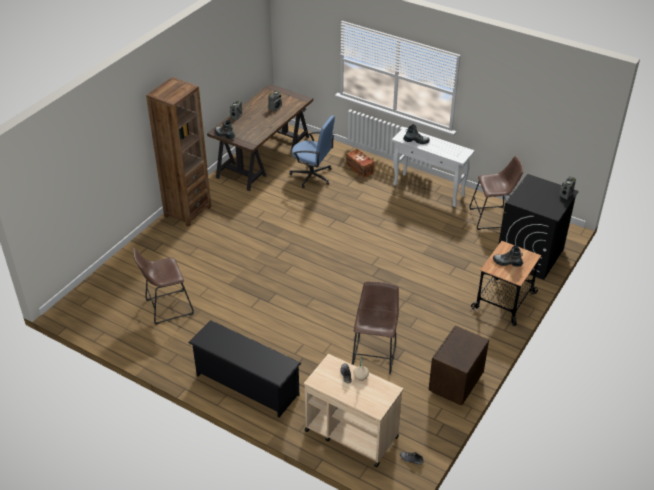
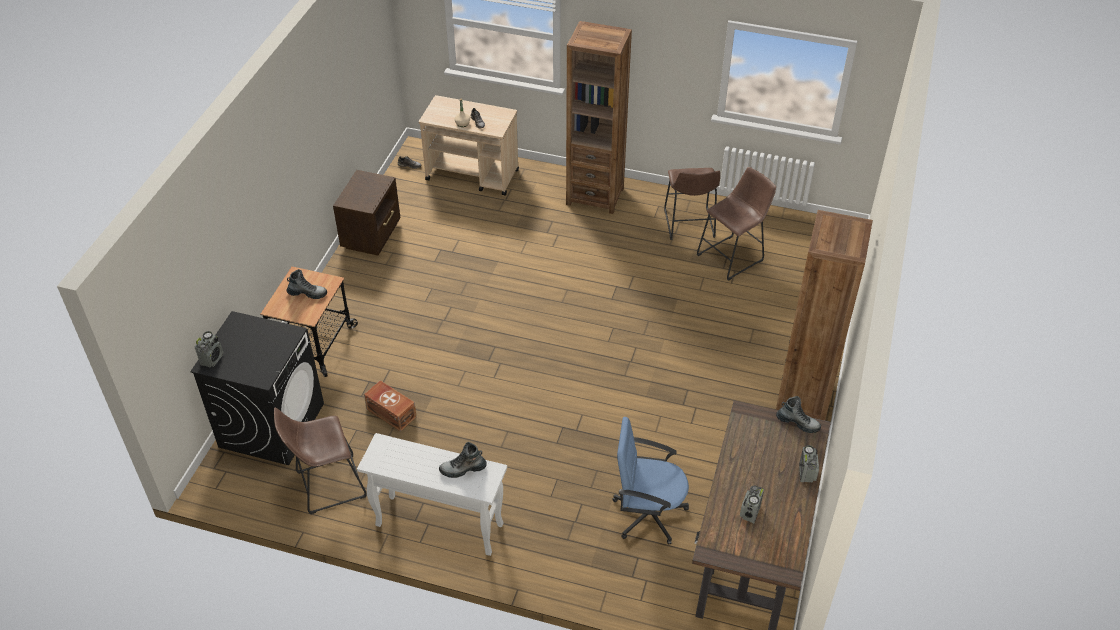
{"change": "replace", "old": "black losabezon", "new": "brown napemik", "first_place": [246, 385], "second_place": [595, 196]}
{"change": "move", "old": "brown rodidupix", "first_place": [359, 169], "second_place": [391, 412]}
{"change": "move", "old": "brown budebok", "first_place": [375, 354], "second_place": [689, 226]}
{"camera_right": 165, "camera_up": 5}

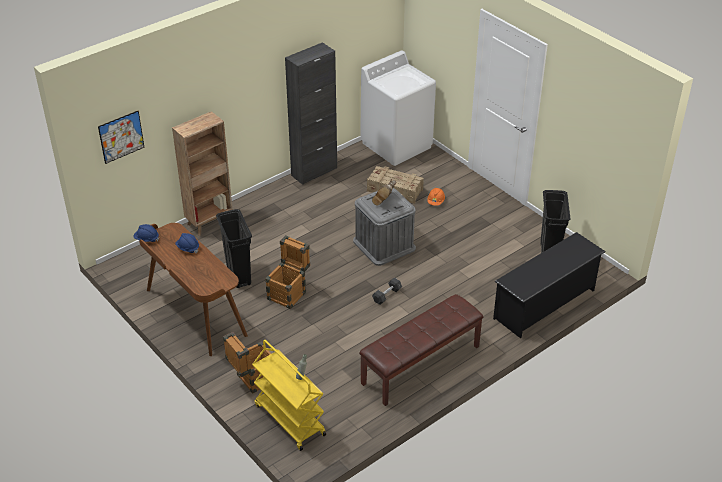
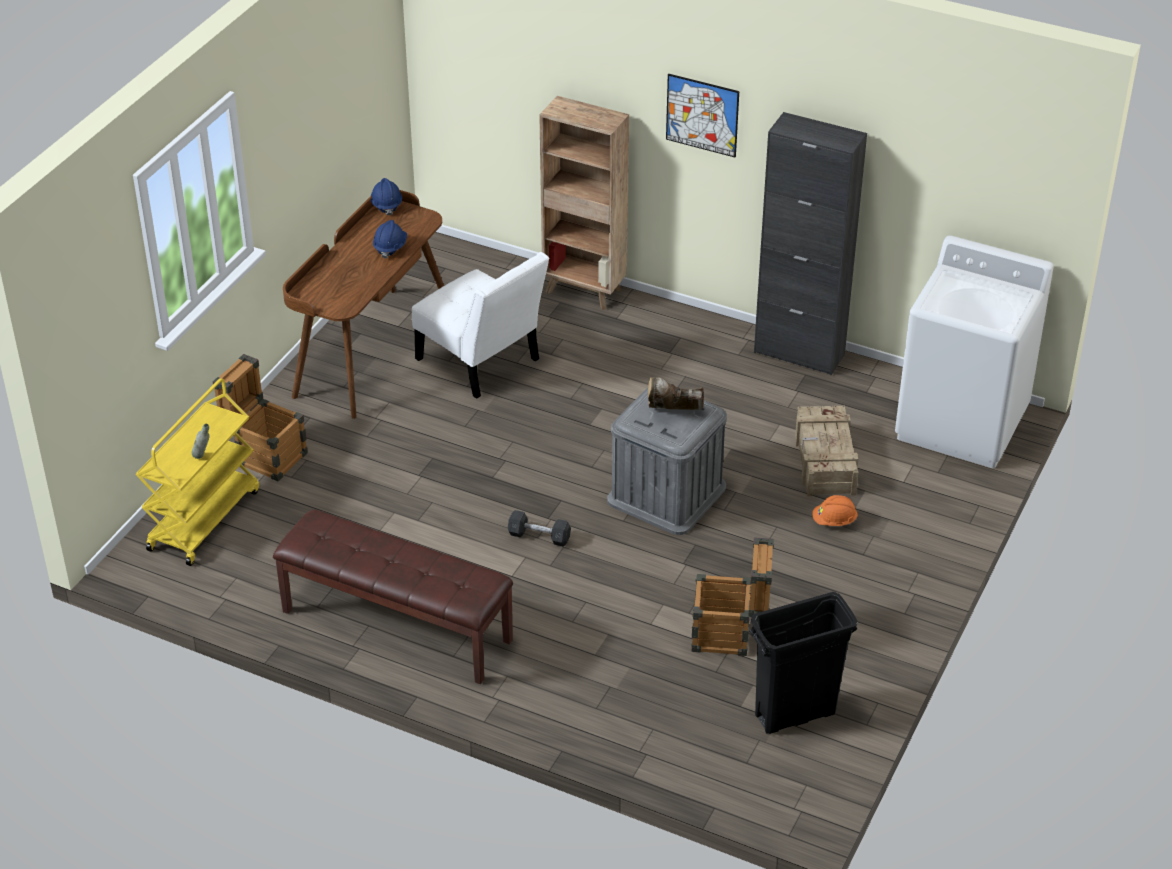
{"change": "move", "old": "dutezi", "first_place": [121, 136], "second_place": [702, 115]}
{"change": "replace", "old": "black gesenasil", "new": "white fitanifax", "first_place": [238, 275], "second_place": [482, 363]}
{"change": "move", "old": "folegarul", "first_place": [289, 293], "second_place": [730, 635]}
{"change": "delete", "old": "black losabezon", "first_place": [545, 304]}
{"camera_right": 65, "camera_up": 0}

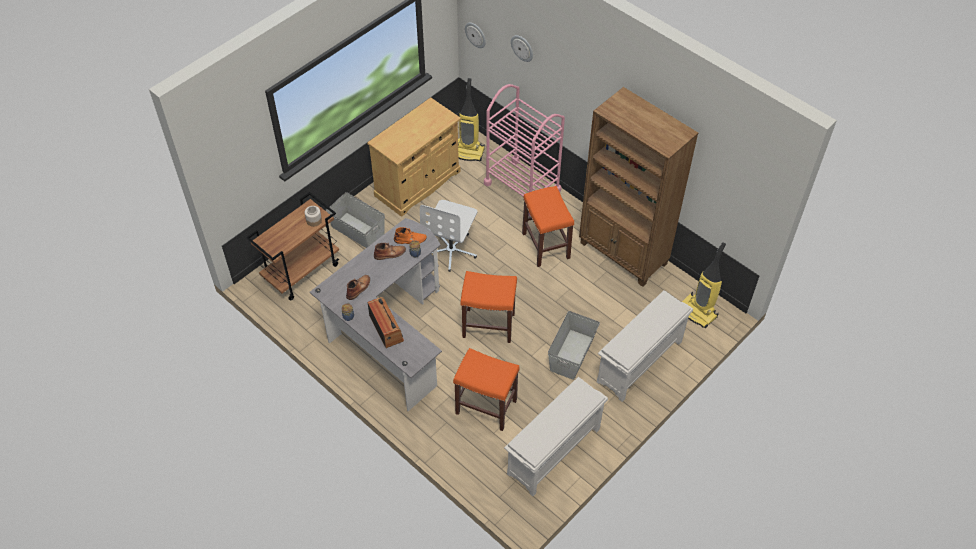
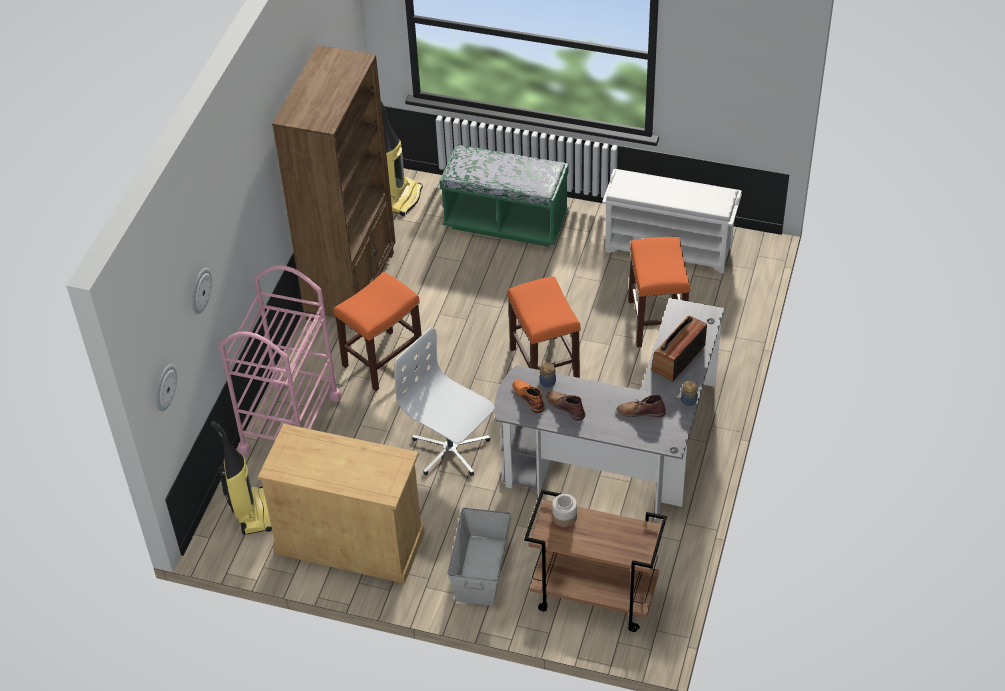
{"change": "rotate", "old": "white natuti", "first_place": [451, 250], "second_place": [450, 450], "degrees": -135}
{"change": "delete", "old": "grey rodidupix", "first_place": [571, 354]}
{"change": "replace", "old": "white losabezon", "new": "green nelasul", "first_place": [639, 363], "second_place": [506, 222]}
{"camera_right": -115, "camera_up": -5}

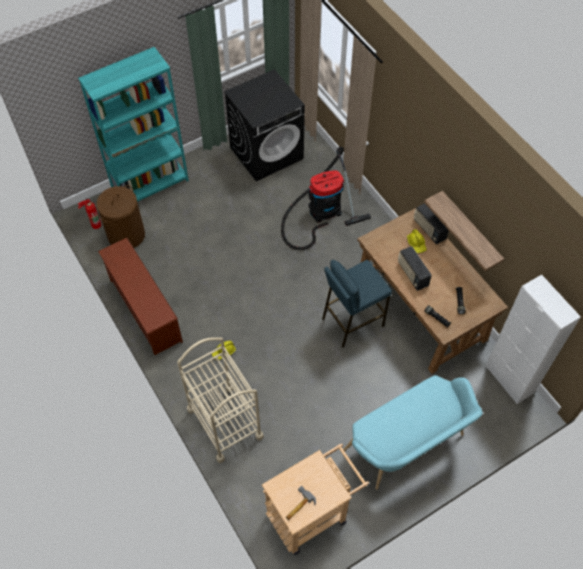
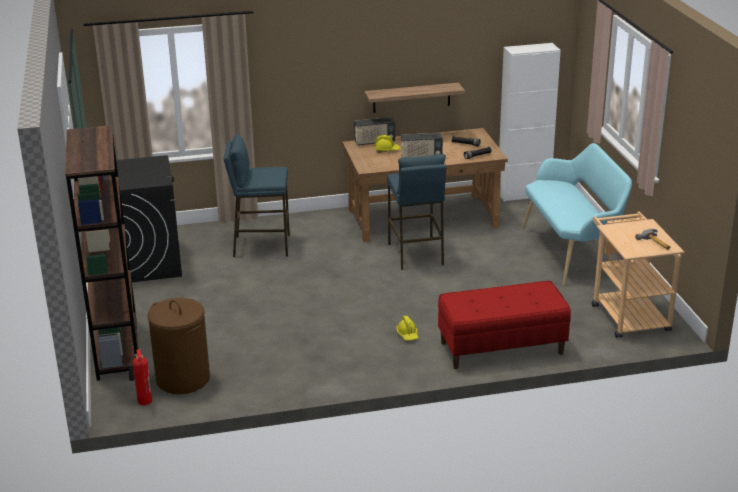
{"change": "recolor", "old": "turquoise napemik", "new": "brown napemik", "first_place": [150, 185], "second_place": [117, 349]}
{"change": "delete", "old": "brown losabezon", "first_place": [144, 310]}
{"change": "replace", "old": "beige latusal", "new": "red nelasul", "first_place": [224, 423], "second_place": [501, 348]}
{"change": "replace", "old": "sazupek", "new": "blue budebok", "first_place": [321, 212], "second_place": [261, 246]}
{"camera_right": -70, "camera_up": -30}

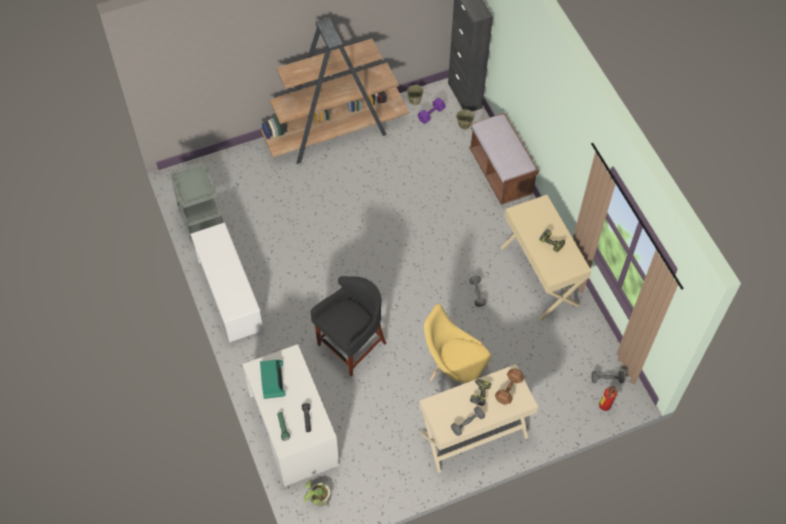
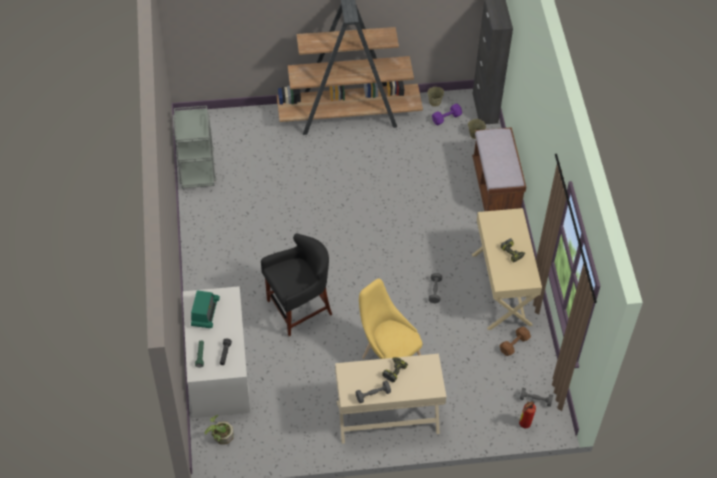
{"change": "delete", "old": "white losabezon", "first_place": [230, 295]}
{"change": "move", "old": "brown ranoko", "first_place": [508, 390], "second_place": [513, 345]}
{"camera_right": 15, "camera_up": -5}

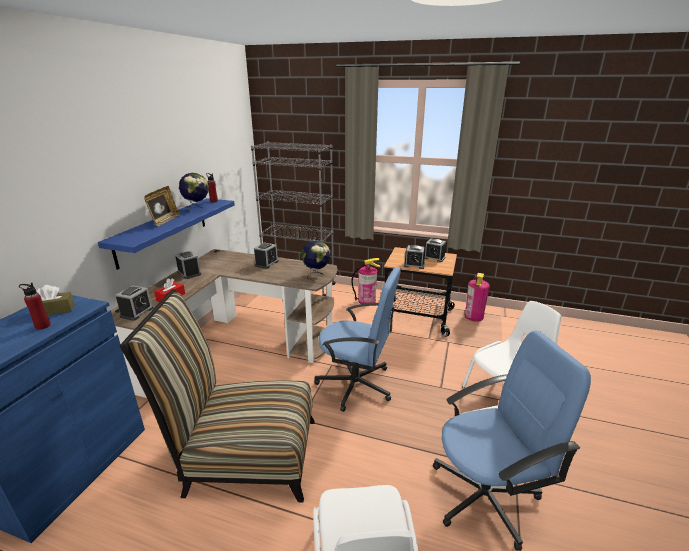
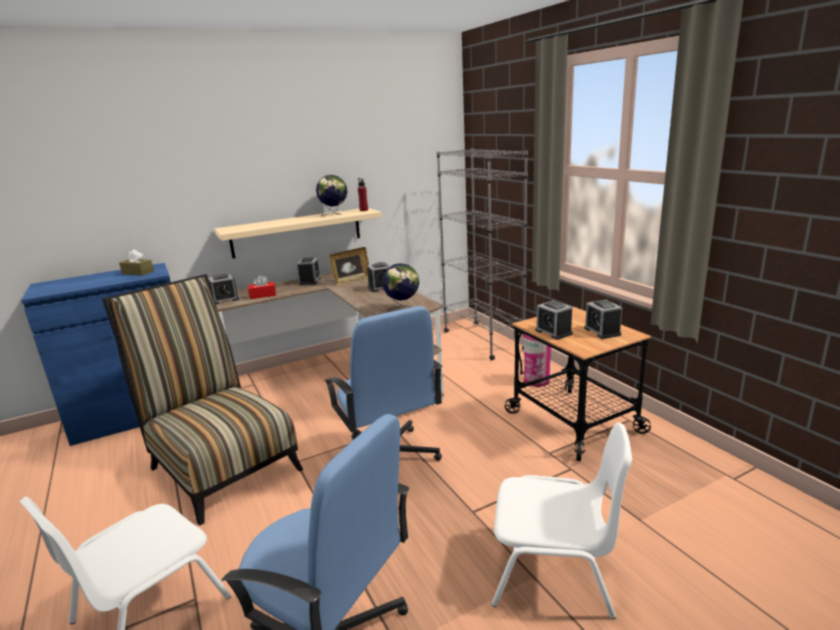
{"change": "delete", "old": "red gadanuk", "first_place": [43, 326]}
{"change": "recolor", "old": "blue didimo", "new": "beige didimo", "first_place": [163, 230], "second_place": [297, 232]}
{"change": "move", "old": "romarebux", "first_place": [164, 221], "second_place": [352, 281]}
{"change": "delete", "old": "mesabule", "first_place": [474, 316]}
{"camera_right": 45, "camera_up": -5}

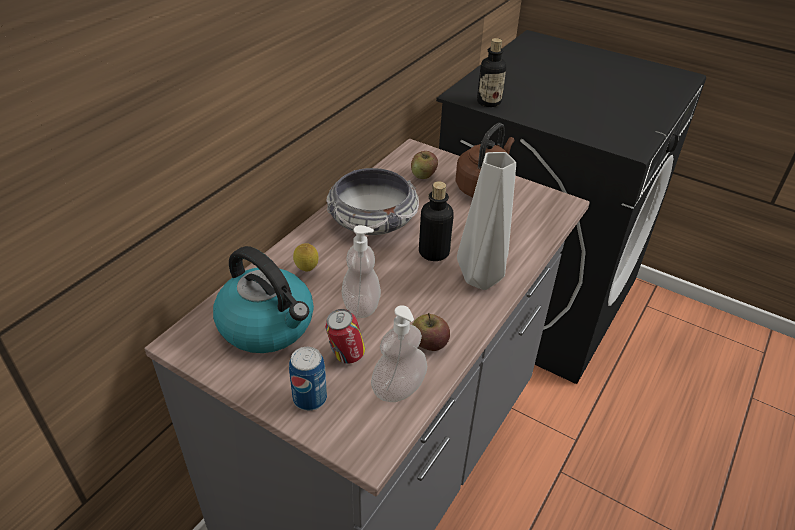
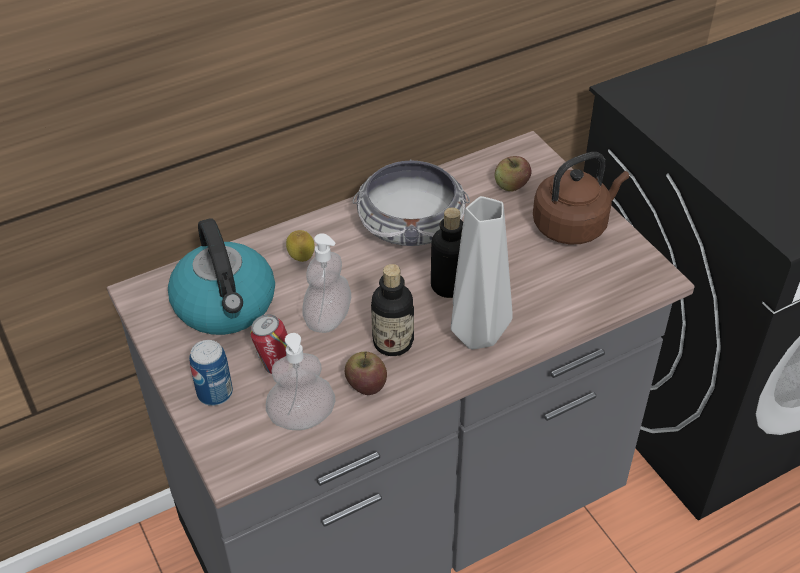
{"change": "move", "old": "gadanuk", "first_place": [488, 102], "second_place": [393, 343]}
{"camera_right": 30, "camera_up": 5}

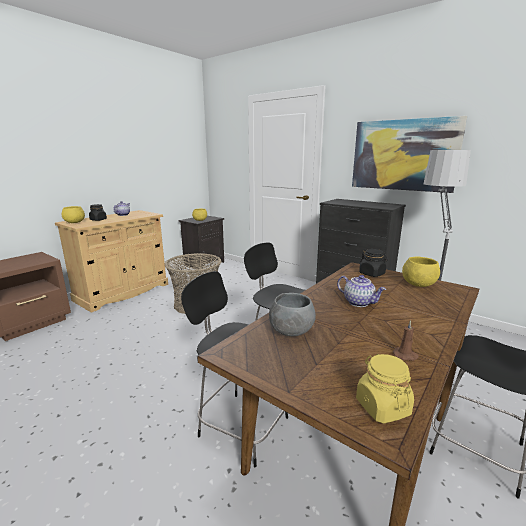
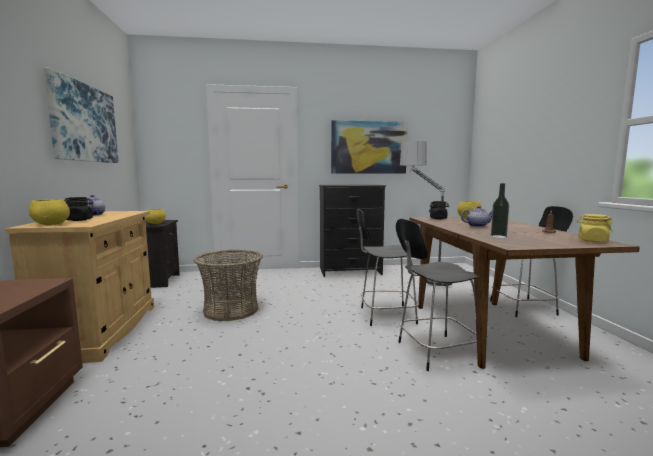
{"change": "replace", "old": "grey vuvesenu", "new": "gadanuk", "first_place": [291, 331], "second_place": [498, 236]}
{"change": "insert", "new": "dutezi", "second_place": [84, 123]}
{"camera_right": -45, "camera_up": -10}

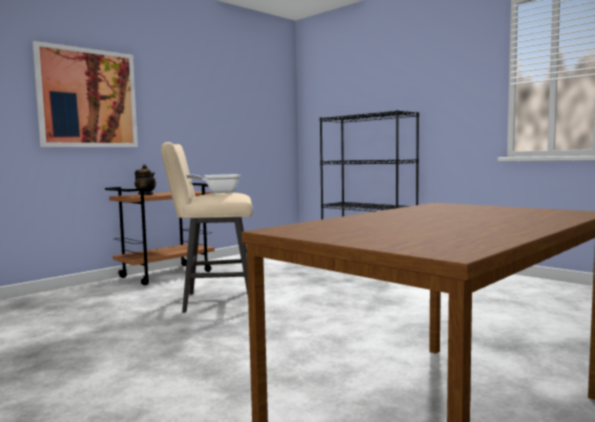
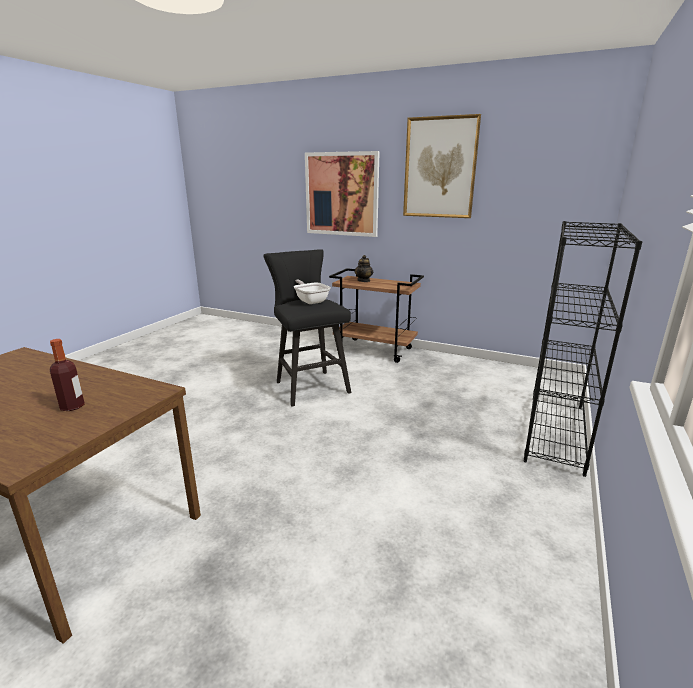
{"change": "recolor", "old": "beige budebok", "new": "black budebok", "first_place": [213, 301], "second_place": [309, 385]}
{"change": "insert", "new": "gadanuk", "second_place": [72, 406]}
{"change": "insert", "new": "dutezi", "second_place": [440, 168]}
{"camera_right": 70, "camera_up": 15}

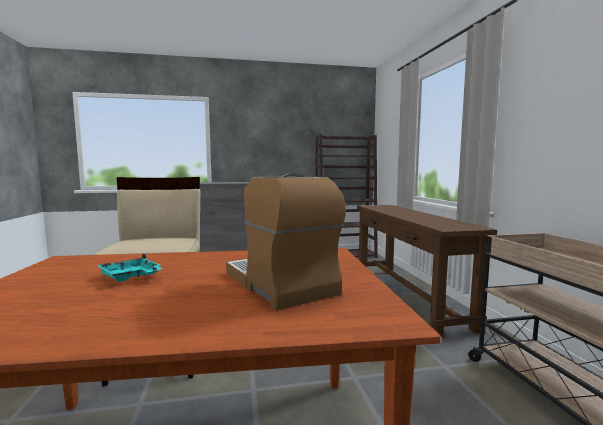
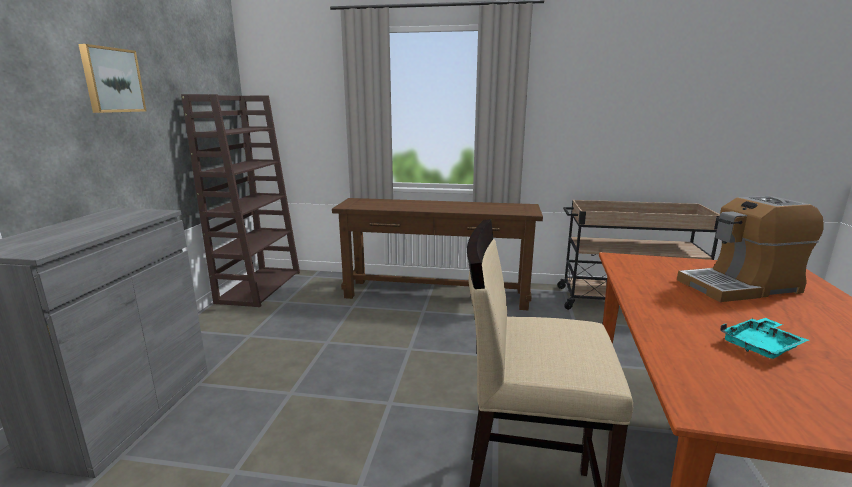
{"change": "insert", "new": "dutezi", "second_place": [111, 80]}
{"camera_right": -70, "camera_up": 10}

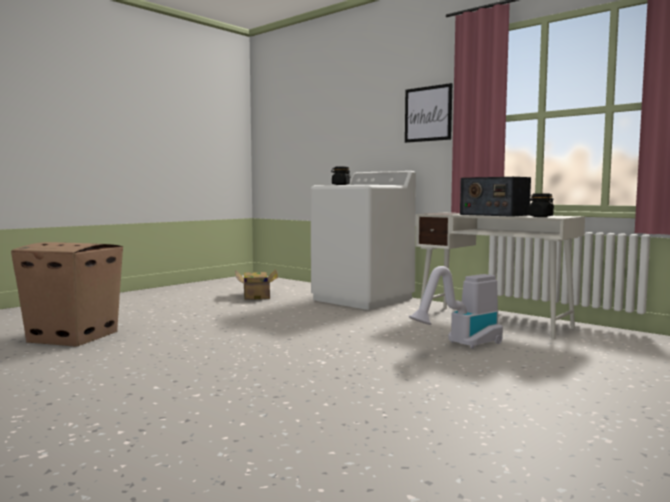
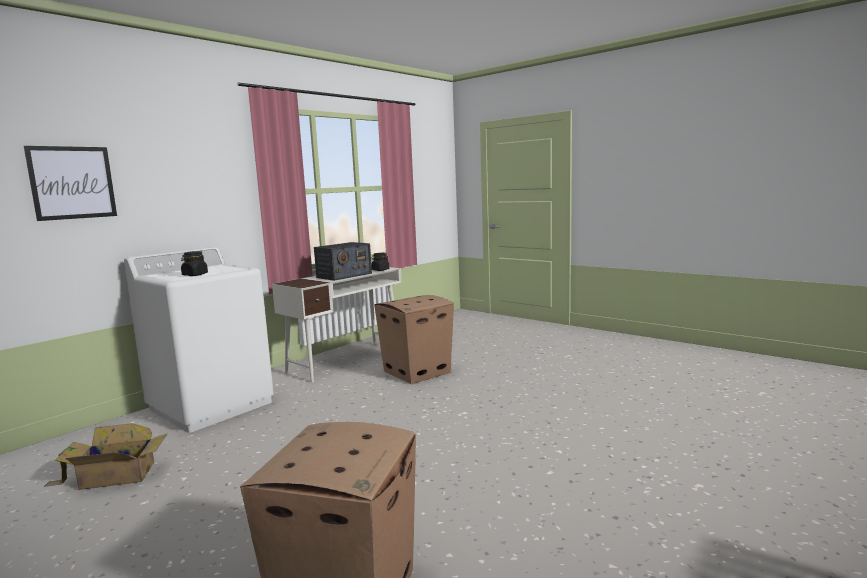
{"change": "move", "old": "dutezi", "first_place": [428, 114], "second_place": [72, 182]}
{"change": "replace", "old": "sazupek", "new": "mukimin", "first_place": [461, 346], "second_place": [418, 372]}
{"camera_right": -90, "camera_up": 5}

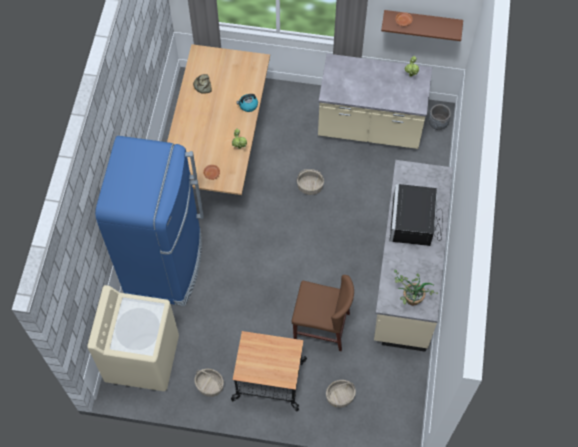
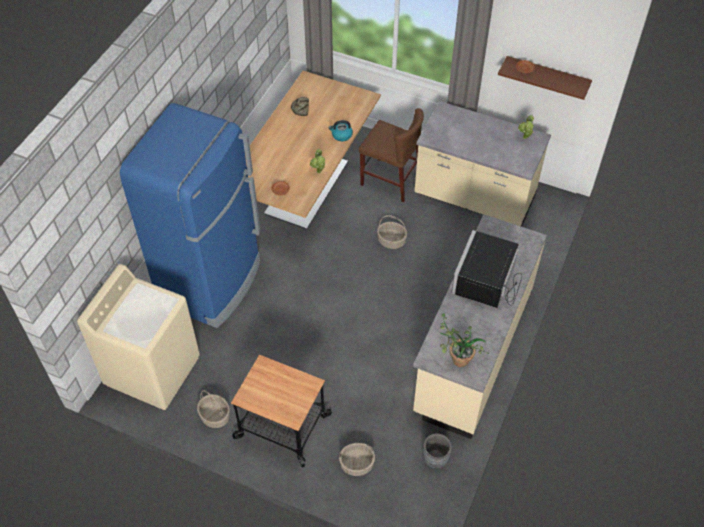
{"change": "move", "old": "brown fitanifax", "first_place": [321, 326], "second_place": [390, 180]}
{"change": "move", "old": "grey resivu", "first_place": [437, 124], "second_place": [435, 458]}
{"camera_right": 15, "camera_up": -10}

